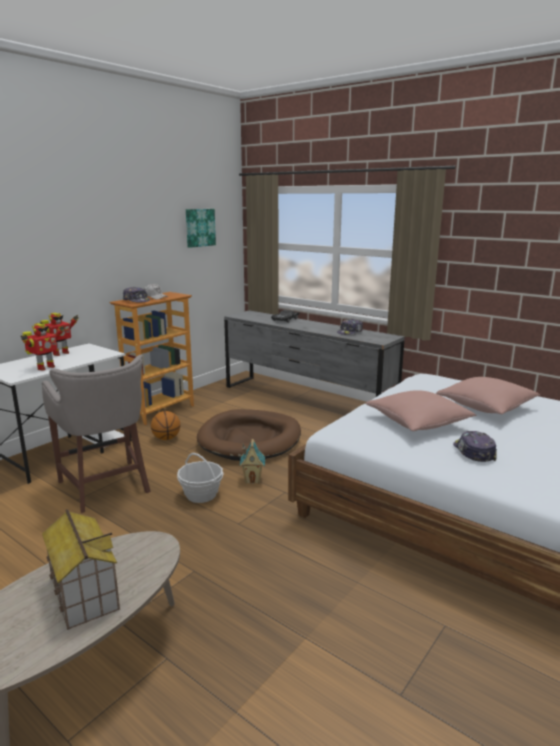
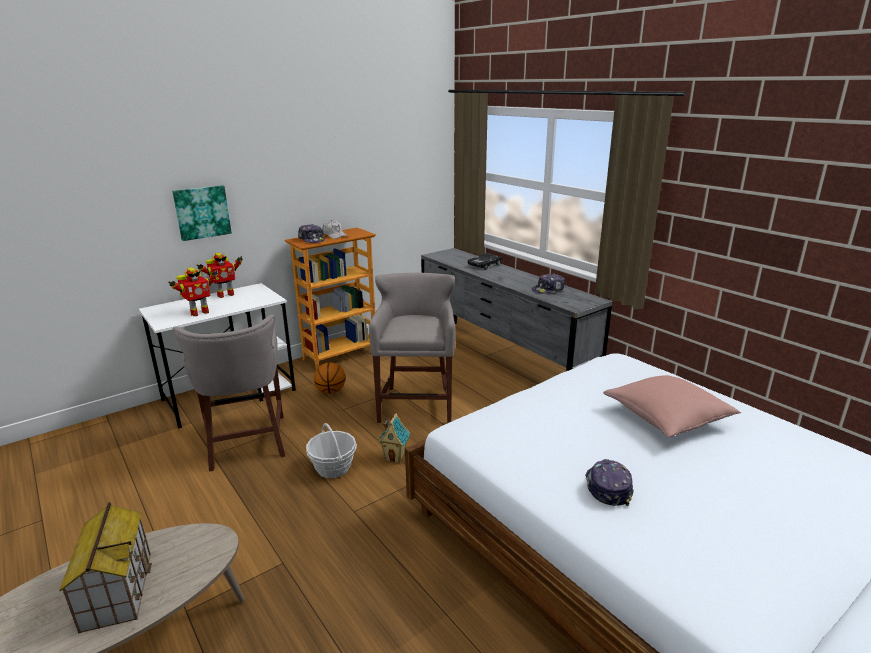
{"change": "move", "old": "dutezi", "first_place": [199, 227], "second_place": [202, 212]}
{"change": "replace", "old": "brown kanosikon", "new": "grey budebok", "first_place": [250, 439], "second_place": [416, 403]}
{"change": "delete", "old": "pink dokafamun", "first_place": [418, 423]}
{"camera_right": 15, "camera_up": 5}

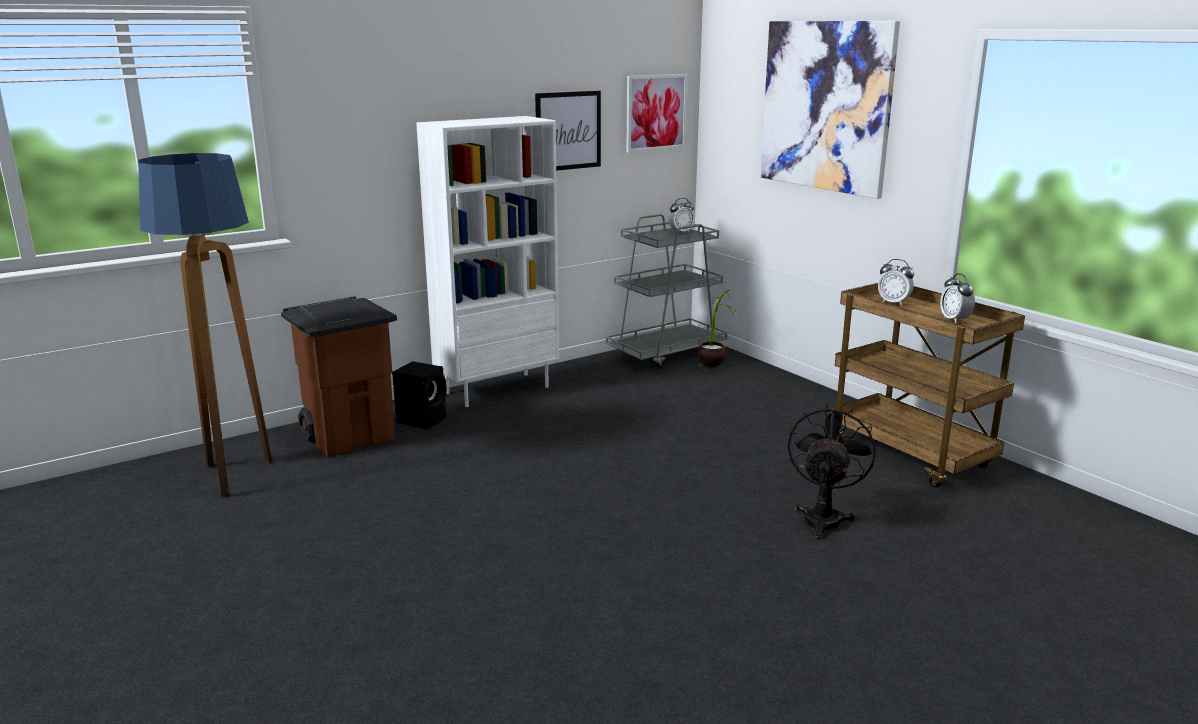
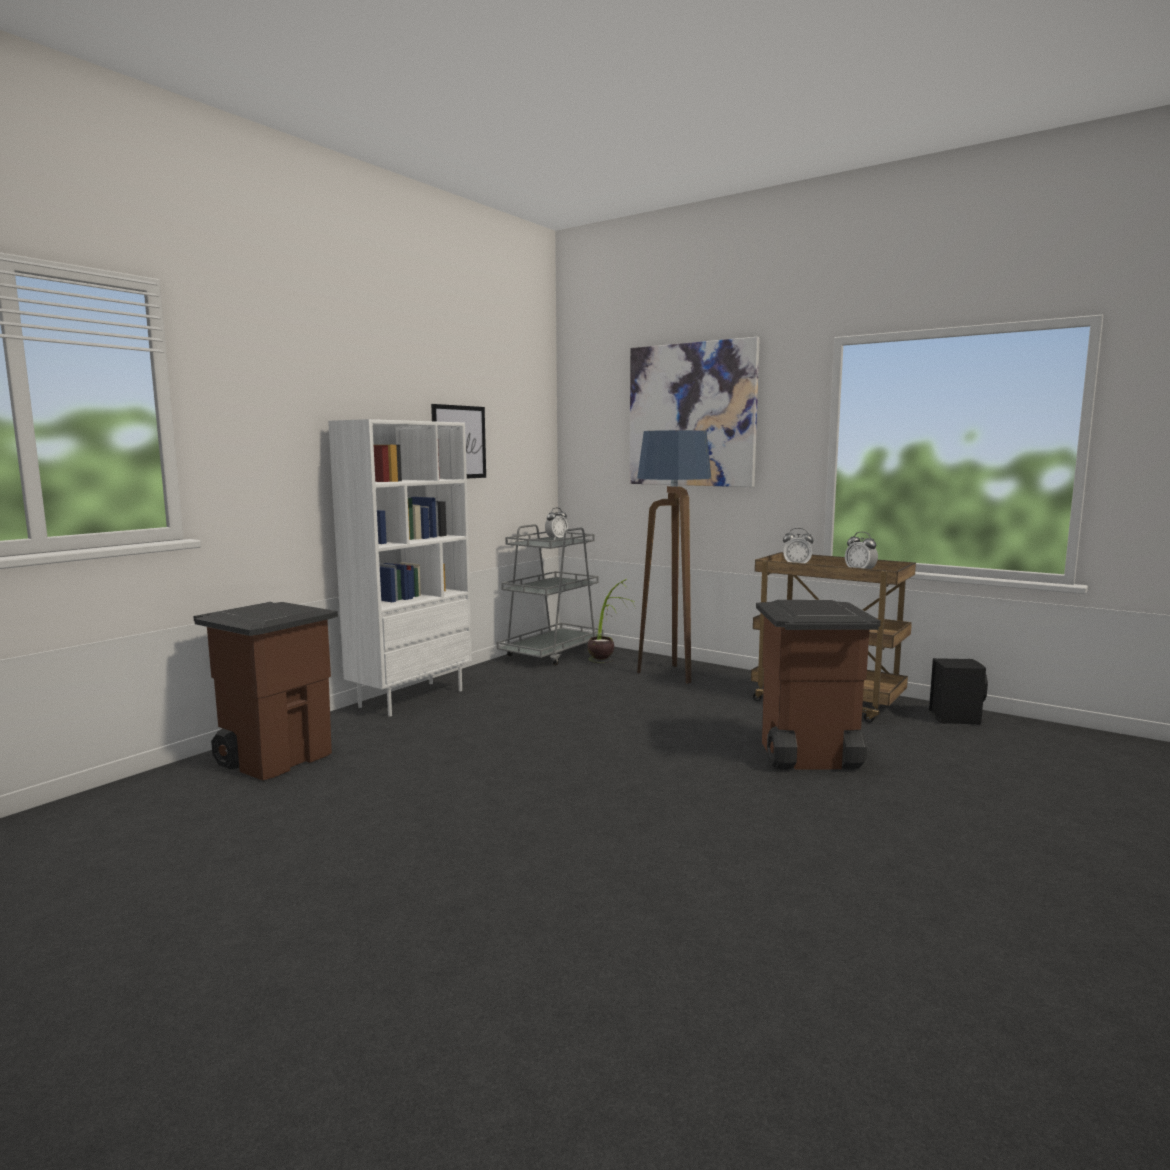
{"change": "move", "old": "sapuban", "first_place": [233, 478], "second_place": [671, 675]}
{"change": "move", "old": "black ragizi", "first_place": [423, 420], "second_place": [954, 717]}
{"change": "delete", "old": "dutezi", "first_place": [655, 112]}
{"change": "replace", "old": "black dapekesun", "new": "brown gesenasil", "first_place": [823, 517], "second_place": [807, 757]}
{"camera_right": -20, "camera_up": -10}

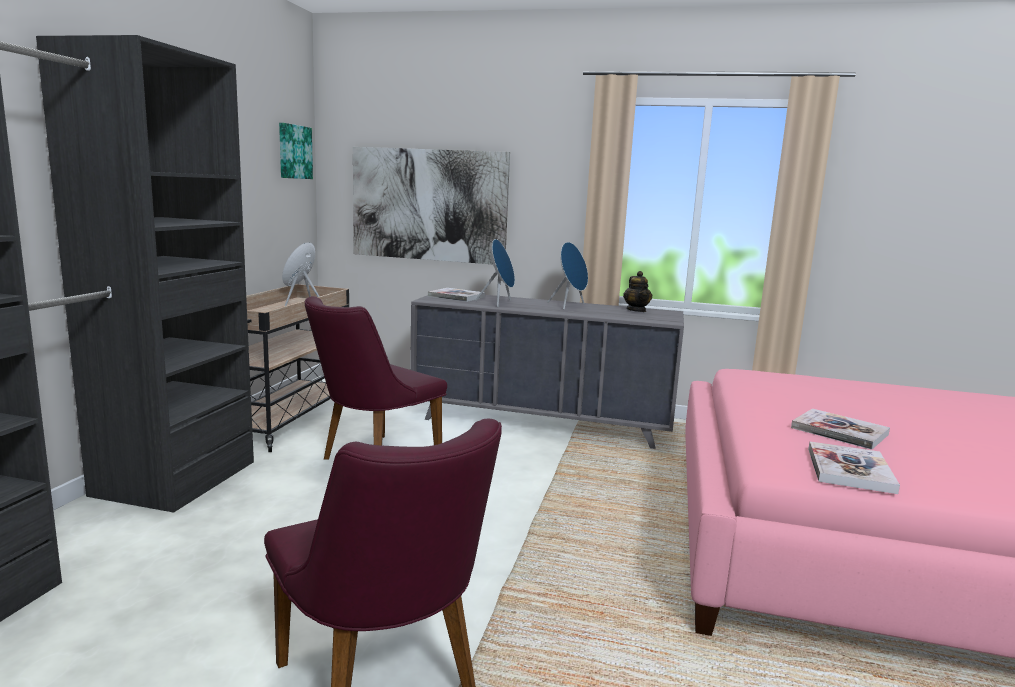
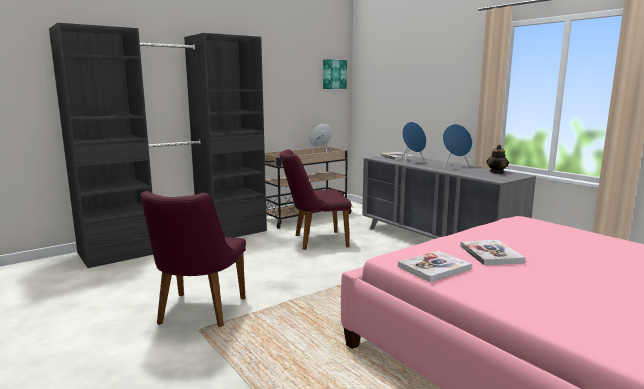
{"change": "delete", "old": "dutezi", "first_place": [429, 205]}
{"camera_right": 40, "camera_up": 0}

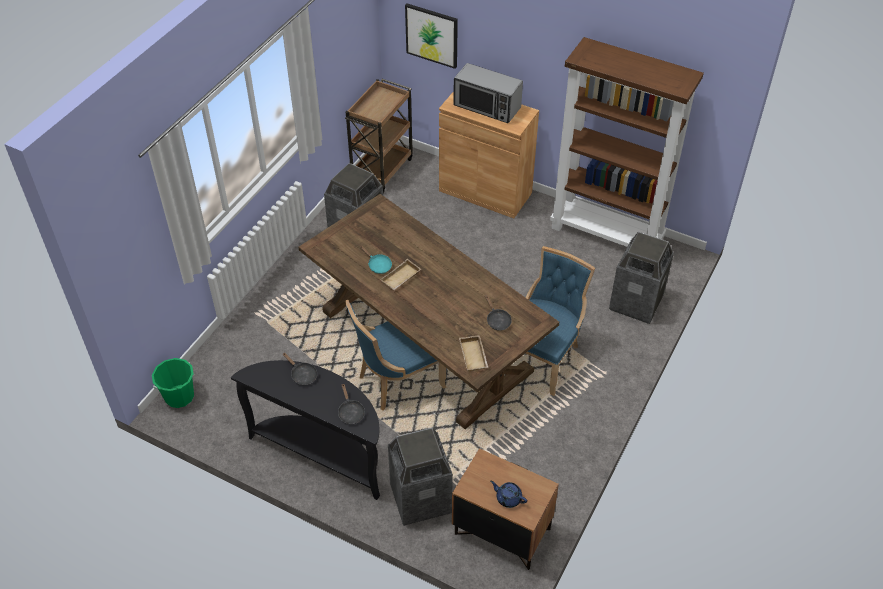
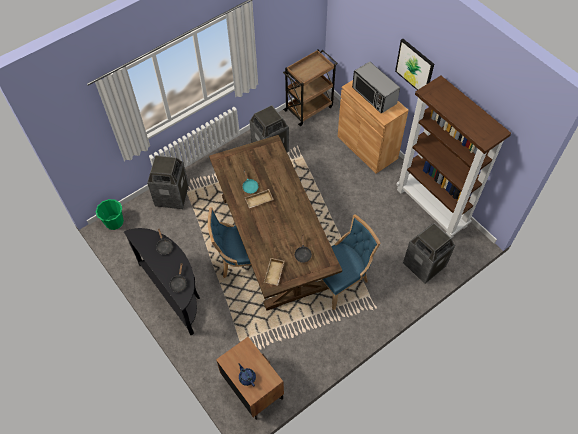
{"change": "move", "old": "gesenasil", "first_place": [420, 499], "second_place": [172, 196]}
{"change": "move", "old": "dutezi", "first_place": [432, 35], "second_place": [415, 67]}
{"camera_right": 25, "camera_up": 10}

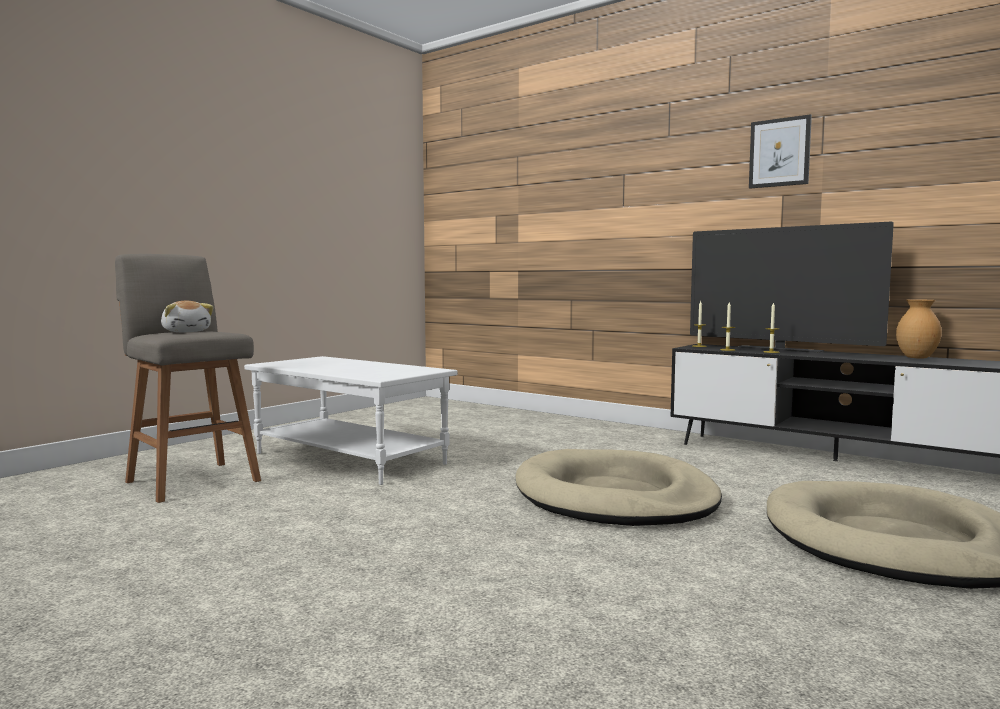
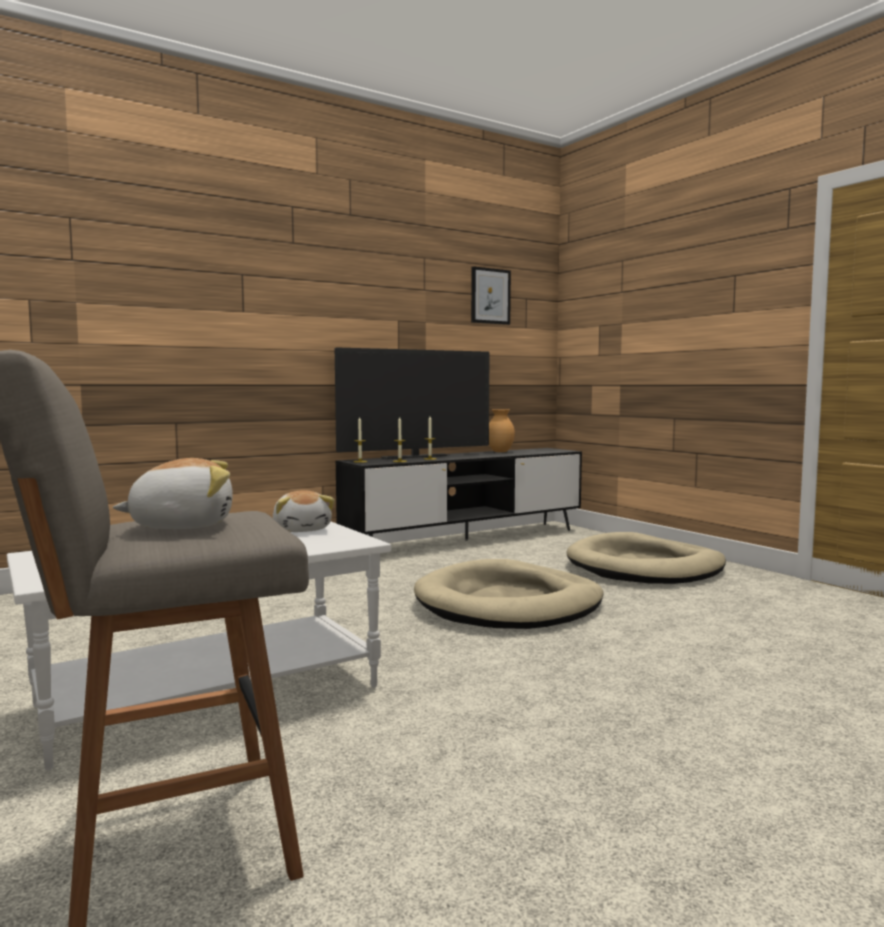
{"change": "move", "old": "dutezi", "first_place": [779, 152], "second_place": [490, 296]}
{"change": "insert", "new": "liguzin", "second_place": [302, 529]}
{"camera_right": -70, "camera_up": 0}

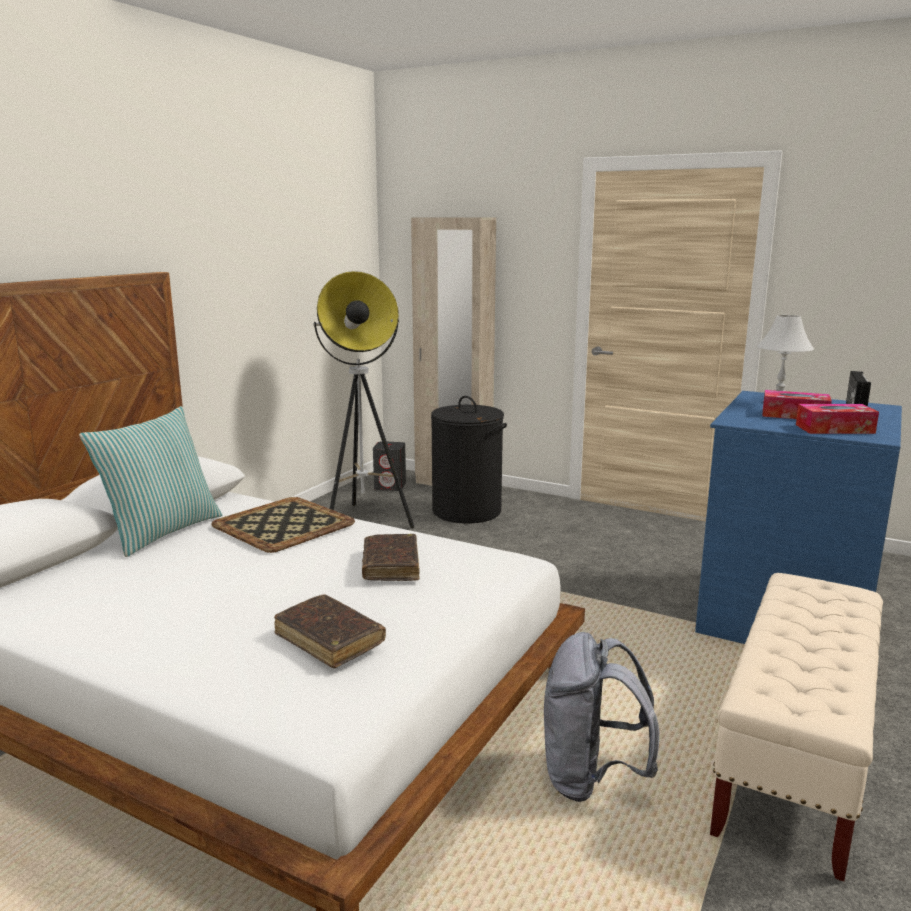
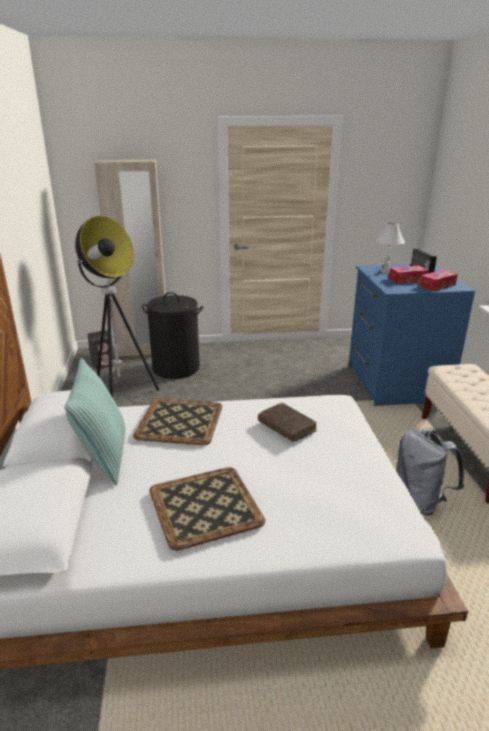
{"change": "delete", "old": "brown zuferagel", "first_place": [329, 640]}
{"change": "insert", "new": "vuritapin", "second_place": [206, 507]}
{"camera_right": -35, "camera_up": 10}

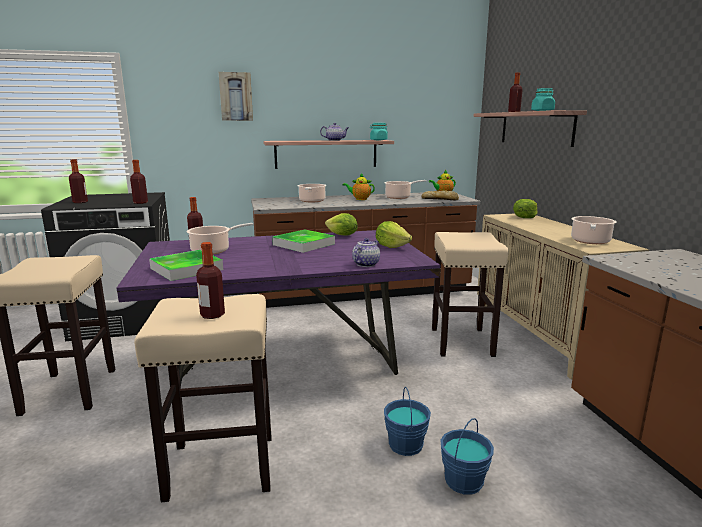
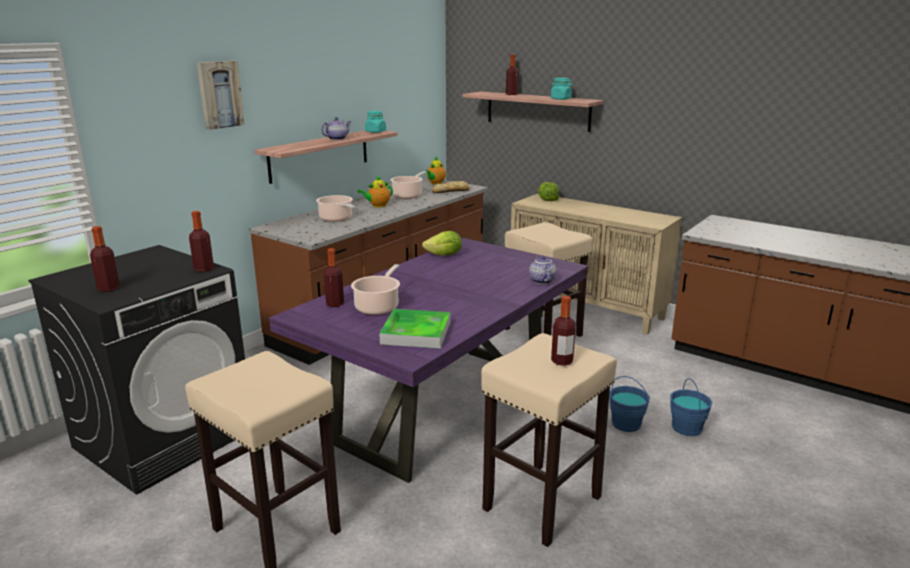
{"change": "delete", "old": "vuritapin", "first_place": [304, 244]}
{"change": "delete", "old": "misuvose", "first_place": [391, 246]}
{"change": "delete", "old": "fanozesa", "first_place": [590, 241]}
{"camera_right": -40, "camera_up": 5}

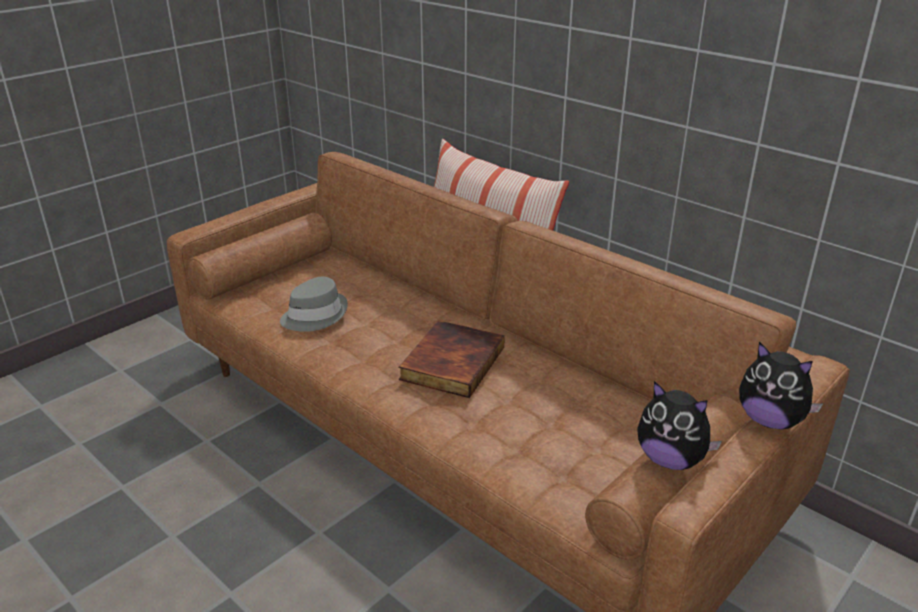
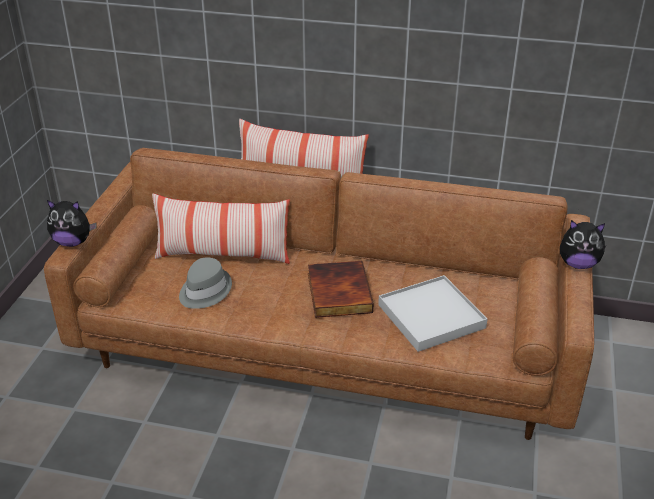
{"change": "move", "old": "liguzin", "first_place": [670, 459], "second_place": [73, 242]}
{"change": "insert", "new": "dokafamun", "second_place": [223, 255]}
{"change": "insert", "new": "white vuritapin", "second_place": [431, 316]}
{"camera_right": -30, "camera_up": 5}

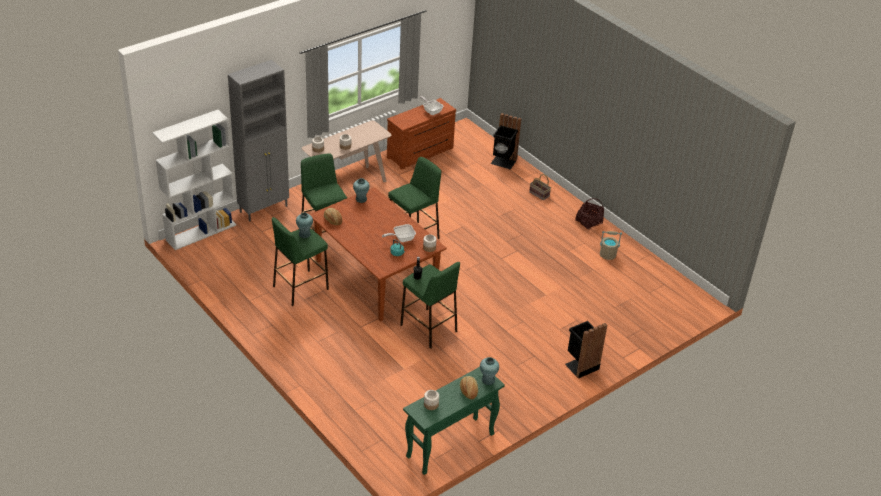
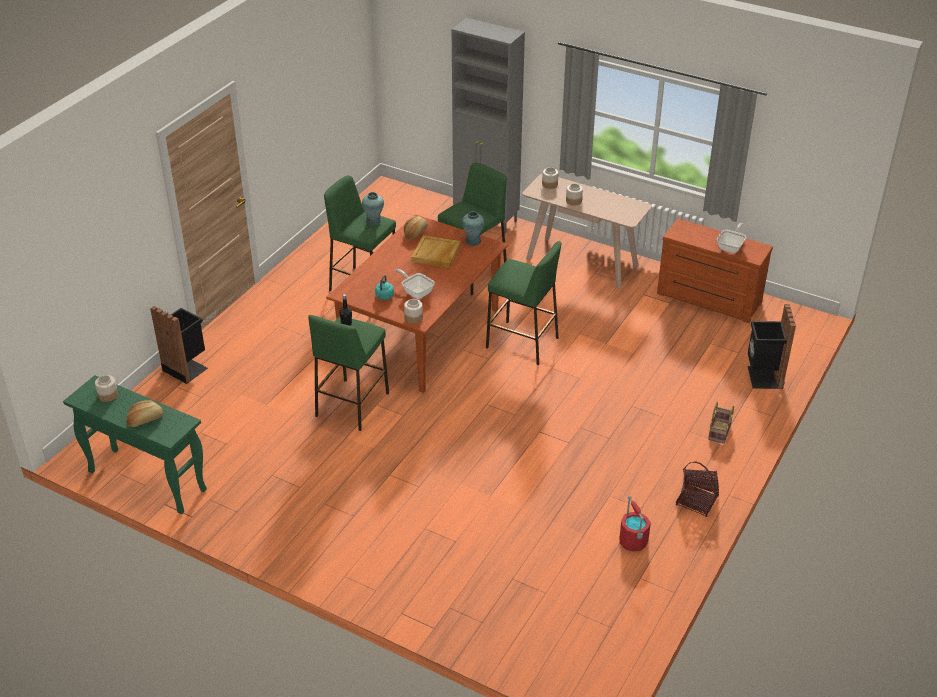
{"change": "delete", "old": "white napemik", "first_place": [201, 232]}
{"change": "delete", "old": "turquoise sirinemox", "first_place": [488, 380]}
{"change": "move", "old": "black gesenasil", "first_place": [580, 365], "second_place": [186, 368]}
{"change": "recolor", "old": "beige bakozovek", "new": "red bakozovek", "first_place": [607, 255], "second_place": [633, 541]}
{"change": "insert", "new": "beige vuritapin", "second_place": [436, 253]}
{"camera_right": 70, "camera_up": 0}

